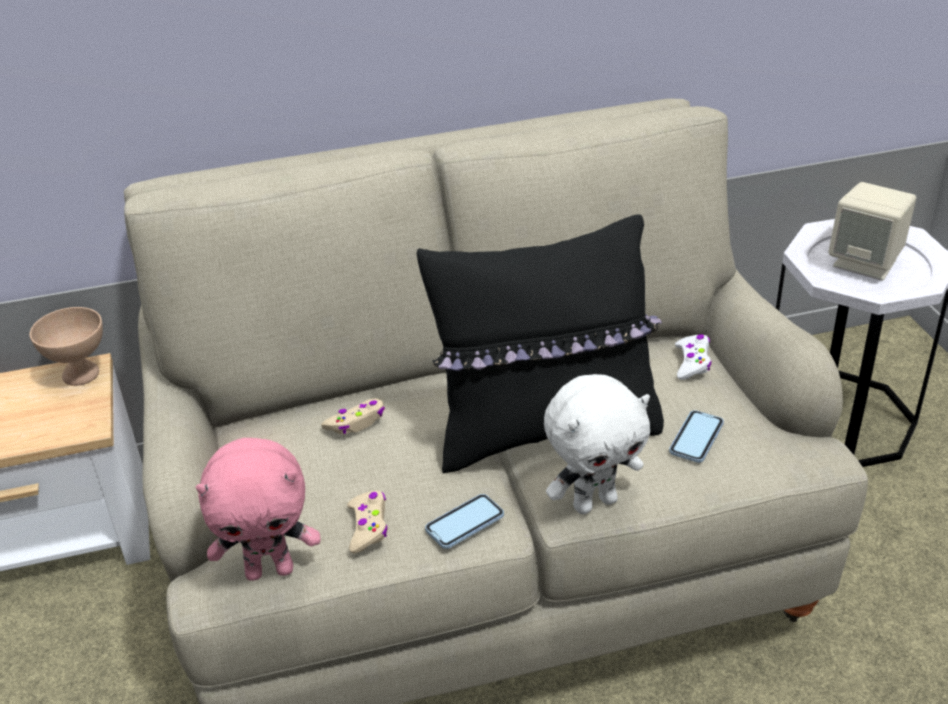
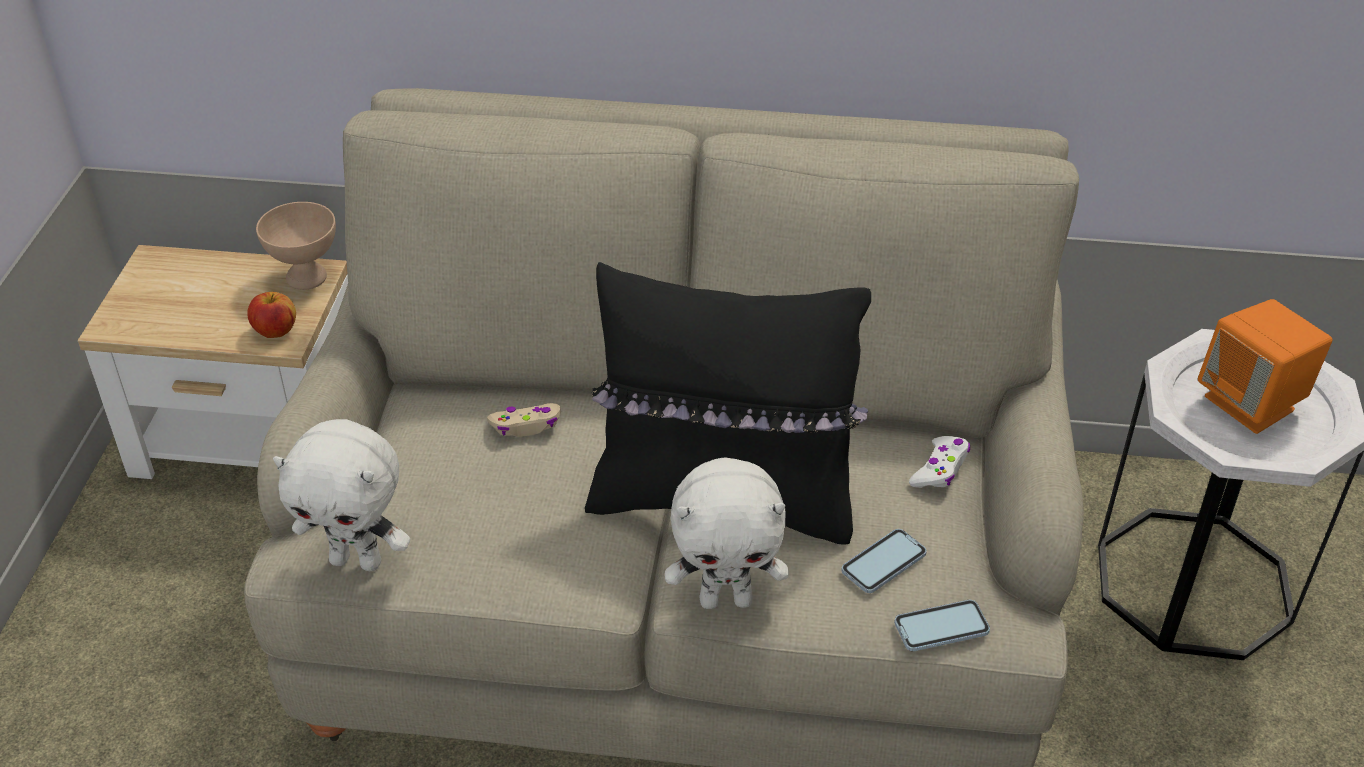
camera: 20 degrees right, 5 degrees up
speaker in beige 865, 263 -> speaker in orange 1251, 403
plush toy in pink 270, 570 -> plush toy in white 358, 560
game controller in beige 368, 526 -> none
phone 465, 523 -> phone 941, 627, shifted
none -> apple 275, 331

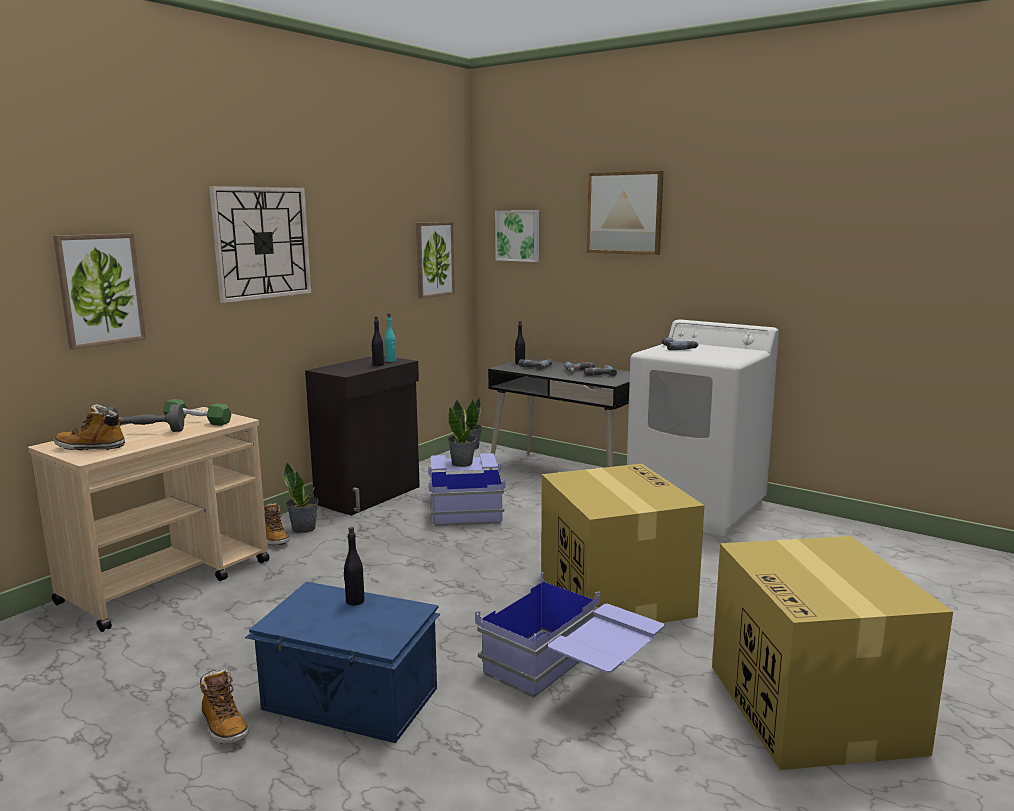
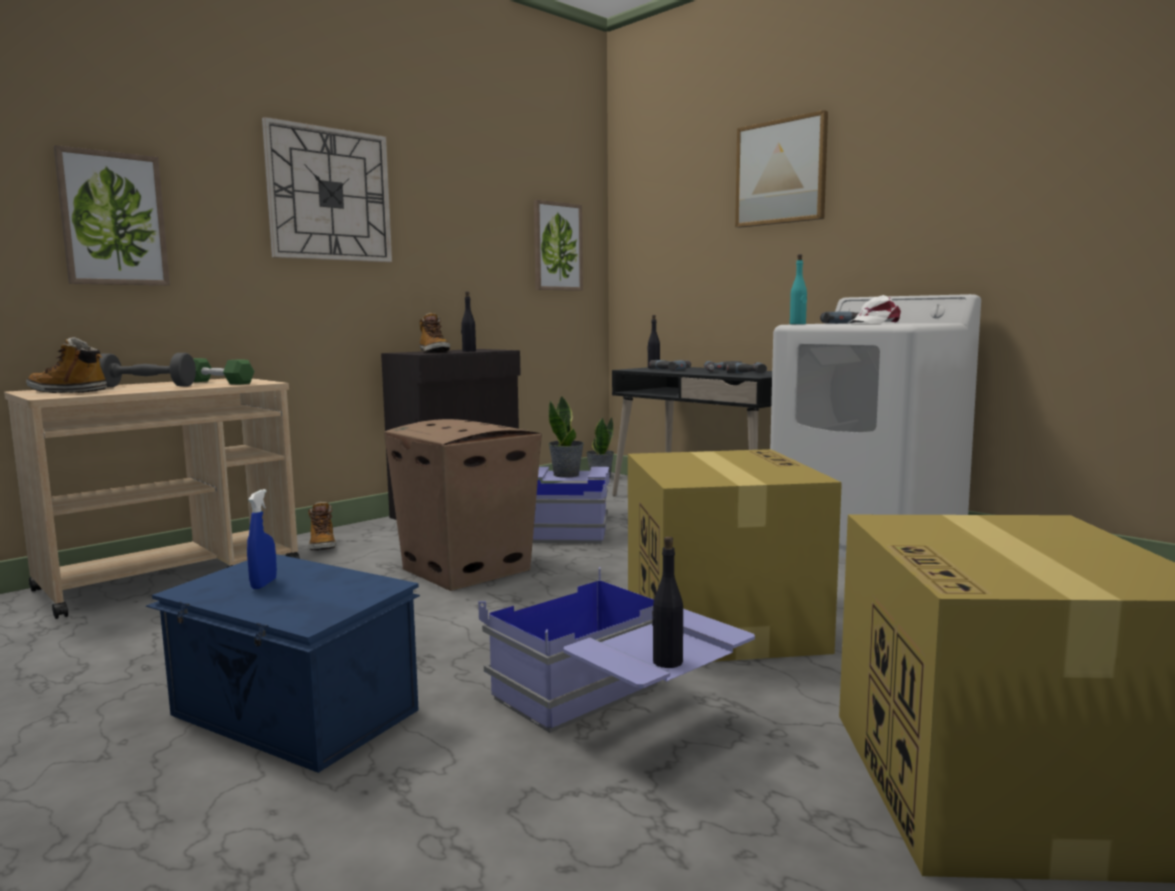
camera: 10 degrees right, 5 degrees down
picture 518, 235 -> none
bottle in turquoise 391, 360 -> bottle in turquoise 798, 324, shifted
potted plant 304, 528 -> none
bottle in black 355, 601 -> bottle in black 667, 662, shifted
boot 224, 726 -> boot 433, 352, shifted
none -> cap in white 874, 323
none -> cardboard box 467, 569
none -> spray bottle in blue 264, 584

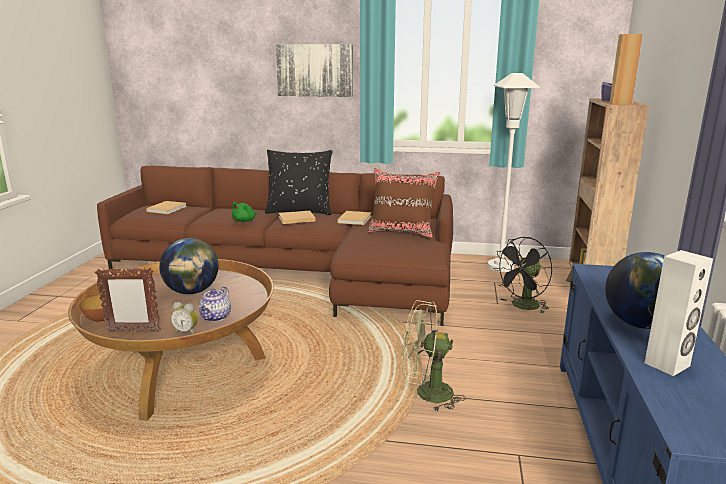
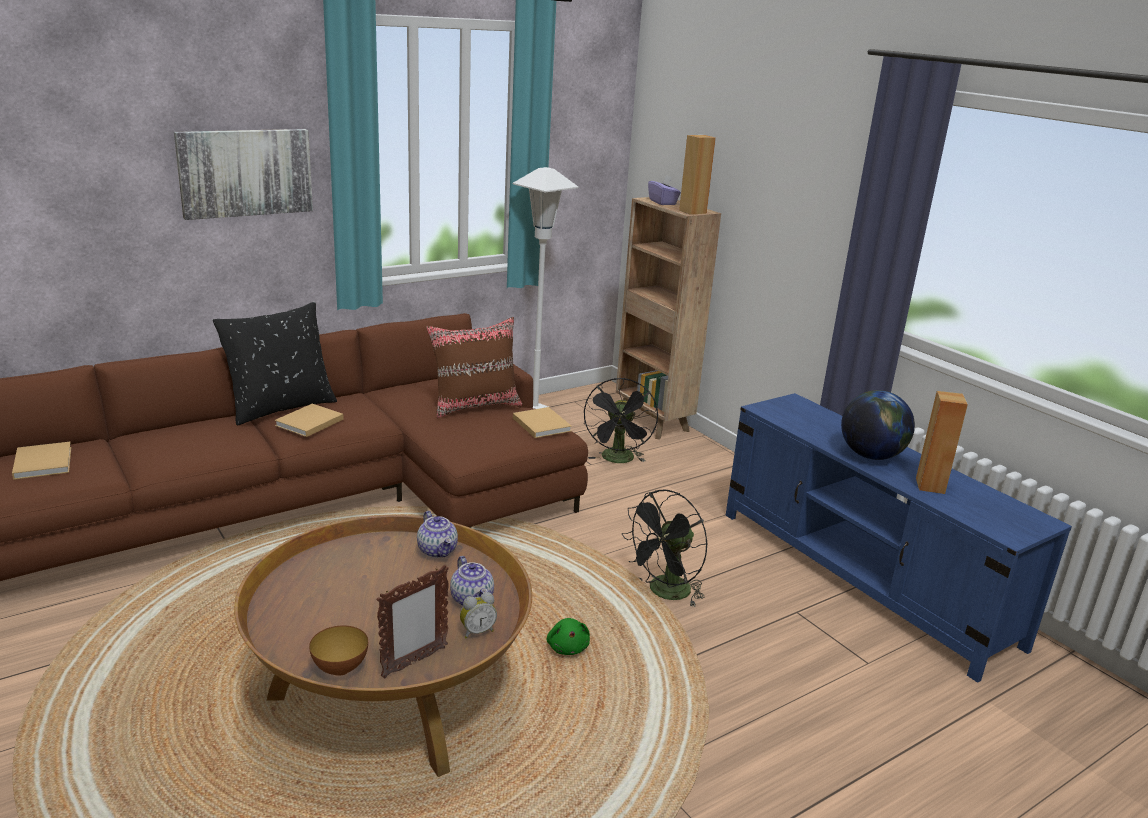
camera: 45 degrees left, 5 degrees up
plush toy in green 245, 221 -> plush toy in green 567, 647, shifted
book in beige 355, 219 -> book in beige 540, 424, shifted
globe 192, 292 -> none
speaker in white 667, 365 -> speaker in brown 930, 486
fan in green 426, 394 -> fan in black 664, 593
none -> teapot 438, 550

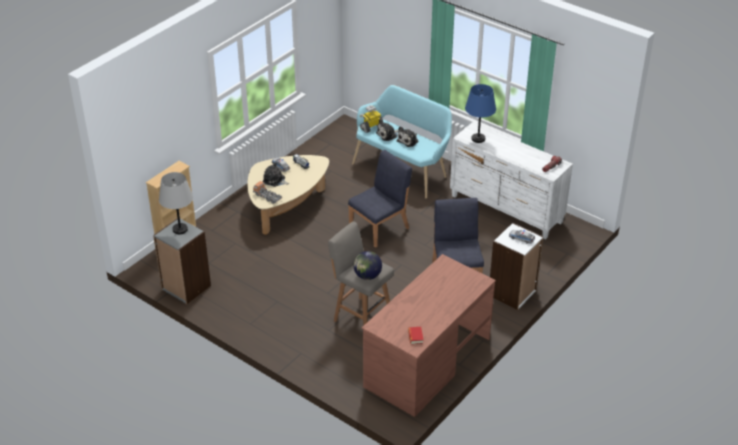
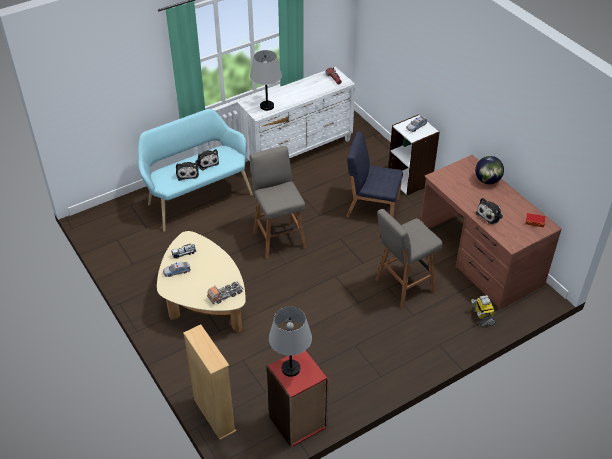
camera: 70 degrees left, 5 degrees up
table lamp in blue 478, 139 -> table lamp in grey 267, 106
toy robot 371, 127 -> toy robot 482, 316, shifted
chair in blue 380, 228 -> stool in grey 278, 238
plush toy 275, 180 -> plush toy 490, 215, shifted
bookcase in grey 185, 287 -> bookcase in red 298, 423
globe 367, 276 -> globe 487, 180, shifted

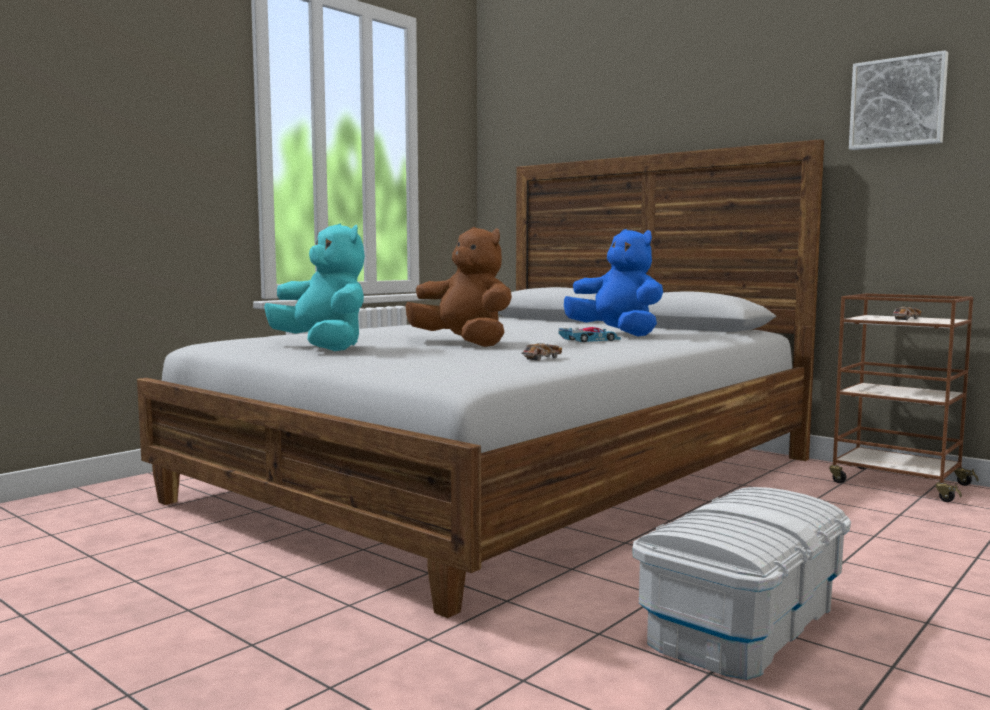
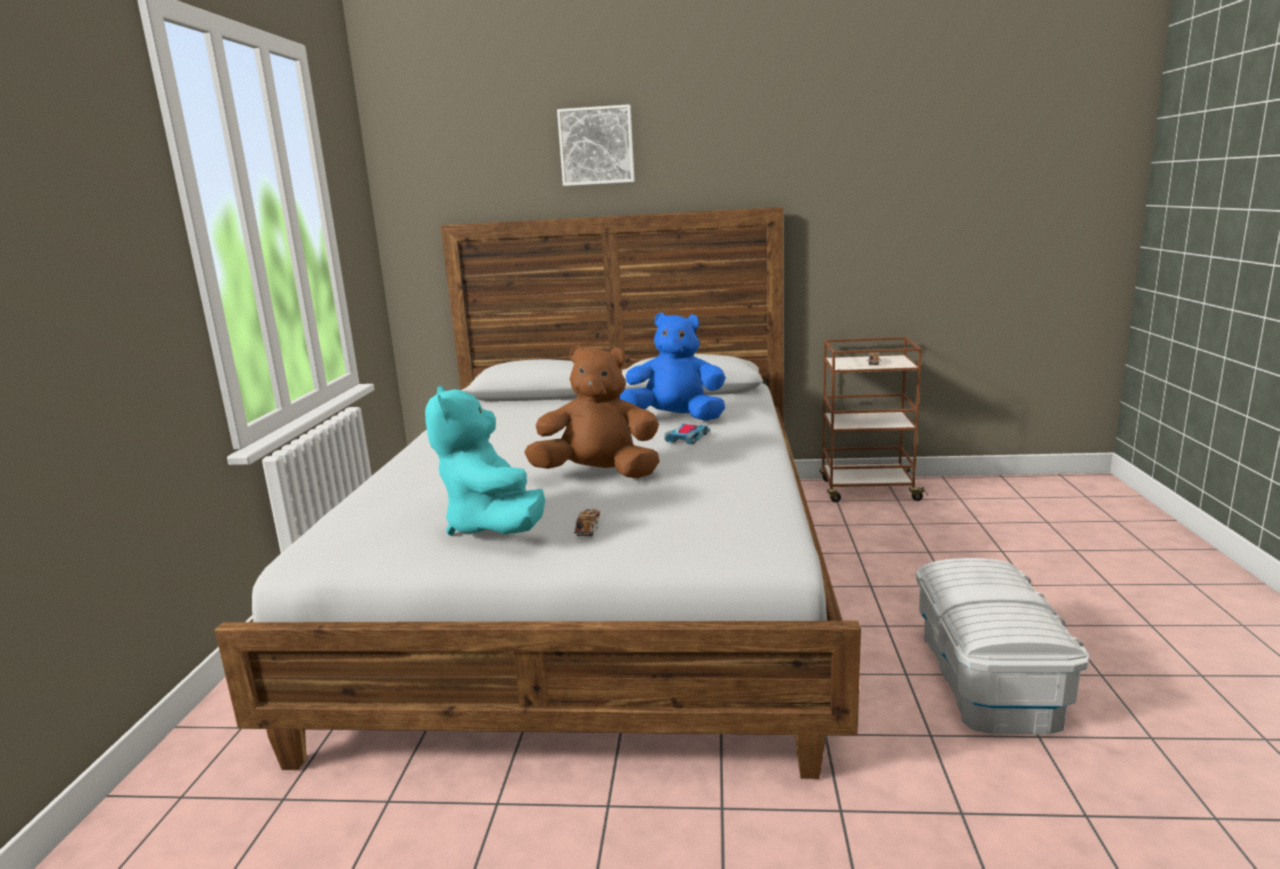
camera: 35 degrees left, 10 degrees up
picture 898, 103 -> picture 596, 146, shifted
plush toy in turquoise 323, 348 -> plush toy in turquoise 493, 527, 120 degrees counterclockwise
toy car 542, 358 -> toy car 588, 529, shifted

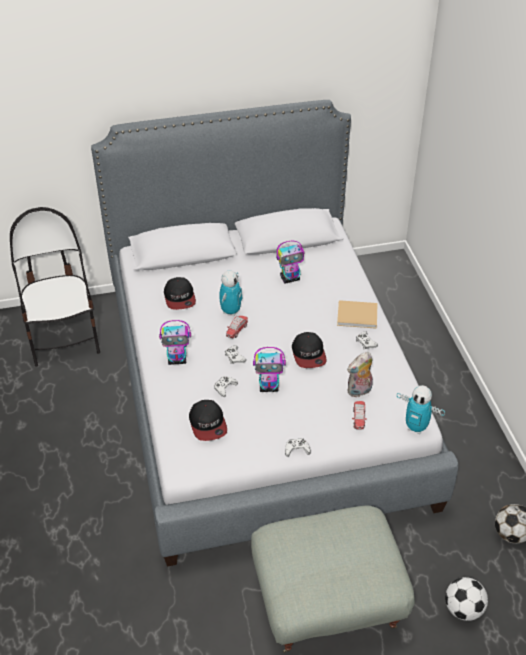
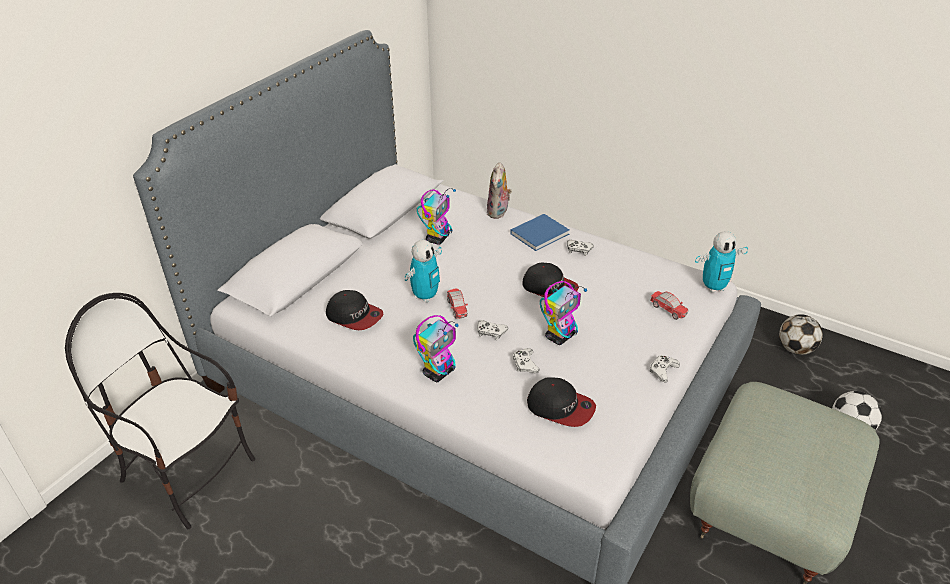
camera: 45 degrees left, 5 degrees down
toy robot 230, 311 -> toy robot 425, 296, 60 degrees clockwise
book in beige 358, 316 -> book in blue 541, 233
plush toy 359, 391 -> plush toy 498, 212, shifted

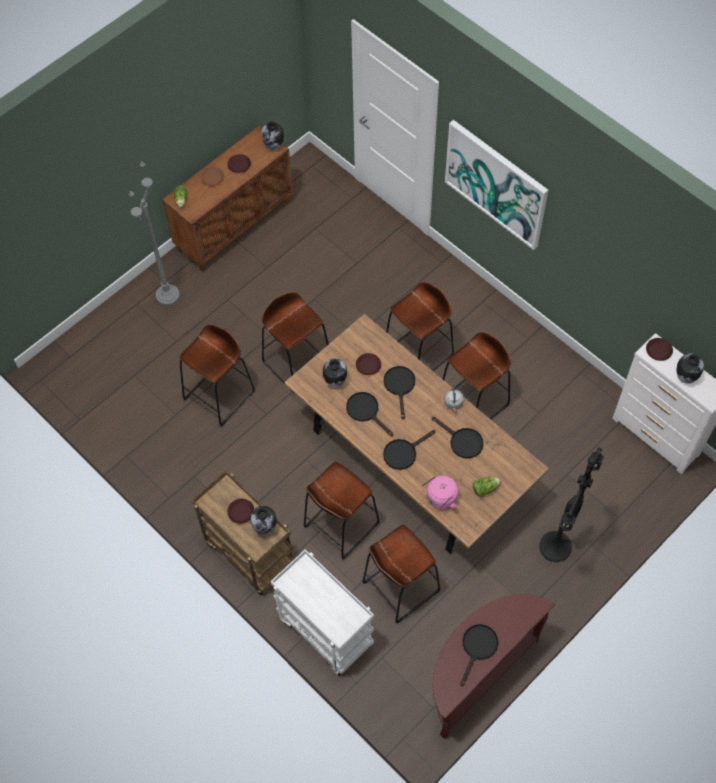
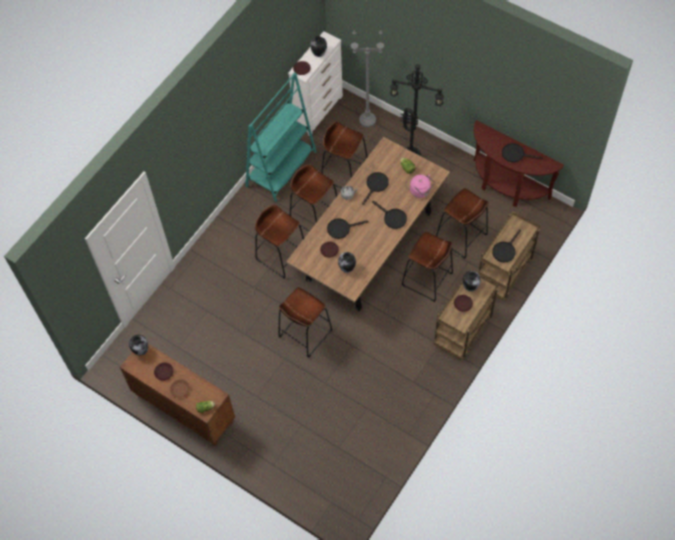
camera: 100 degrees left, 0 degrees up
picture 496, 184 -> none
floor lamp in grey 168, 296 -> floor lamp in grey 367, 120, shifted
stool in brown 219, 395 -> stool in brown 344, 173, shifted
frying pan in black 366, 411 -> frying pan in black 505, 250, shifted
cart in white 324, 631 -> cart in brown 504, 275
none -> bookcase in turquoise 281, 169

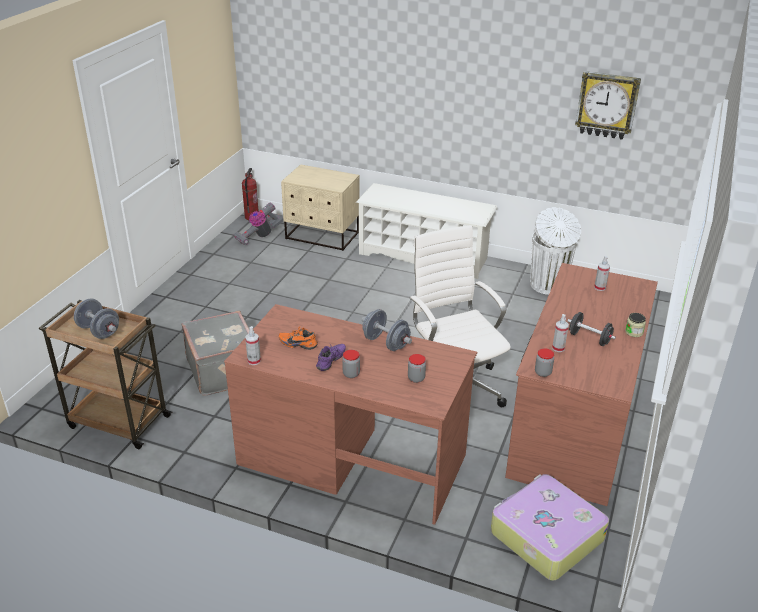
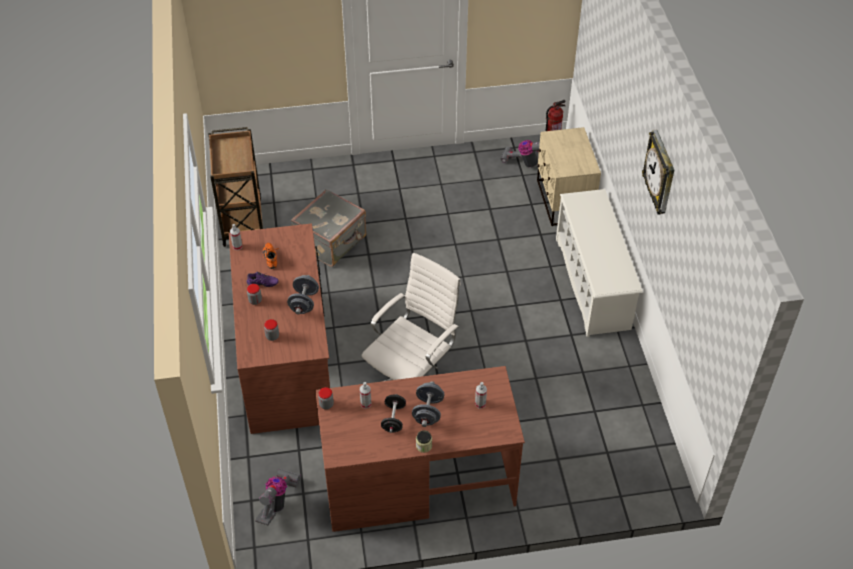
camera: 60 degrees right, 15 degrees up
wall clock 607, 105 -> wall clock 660, 174, shifted
trash can in white 548, 285 -> none
dumbbell in grey 99, 331 -> dumbbell in grey 428, 412, shifted
suitcase 545, 535 -> vacuum cleaner 278, 502

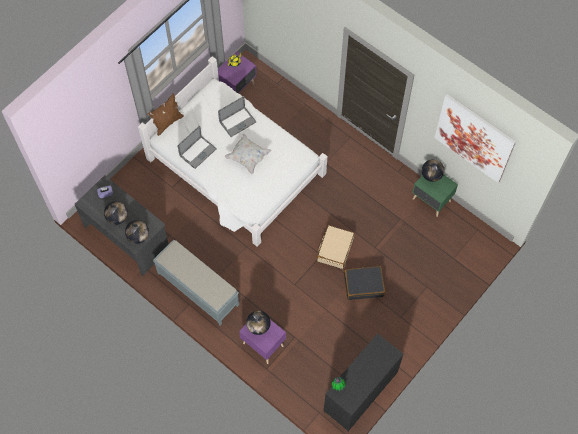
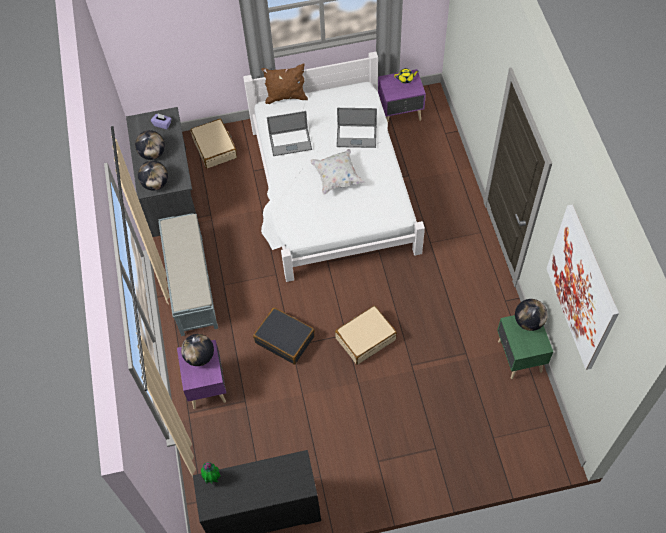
camera: 40 degrees right, 5 degrees down
suitcase in black 363, 285 -> suitcase in black 285, 339, shifted
none -> suitcase in beige 215, 148

